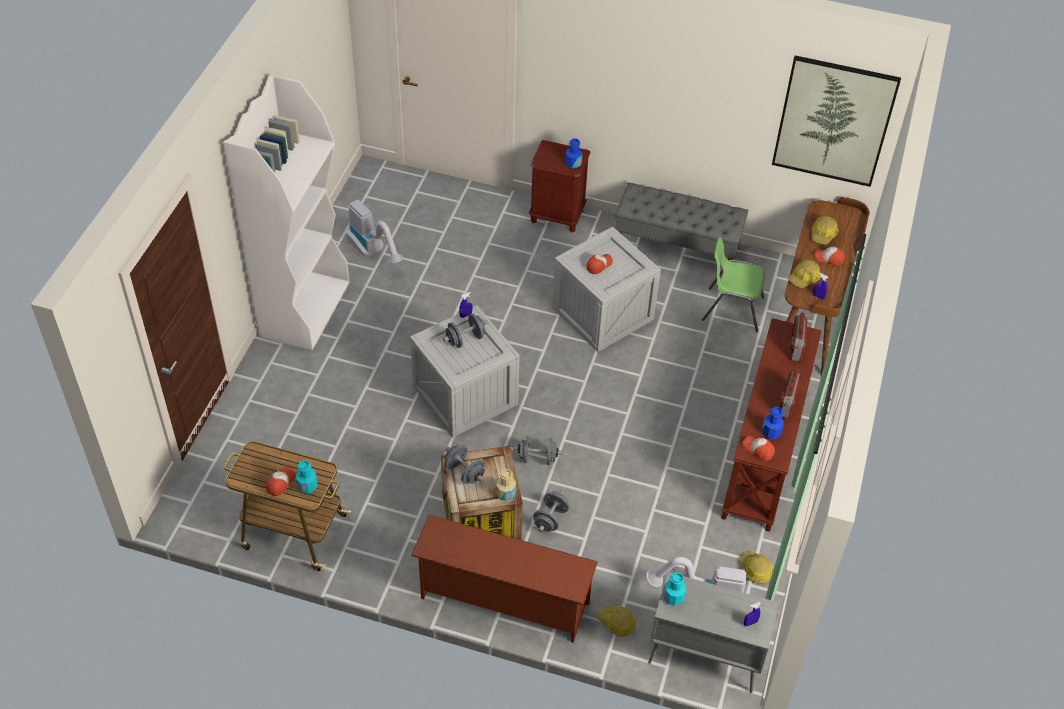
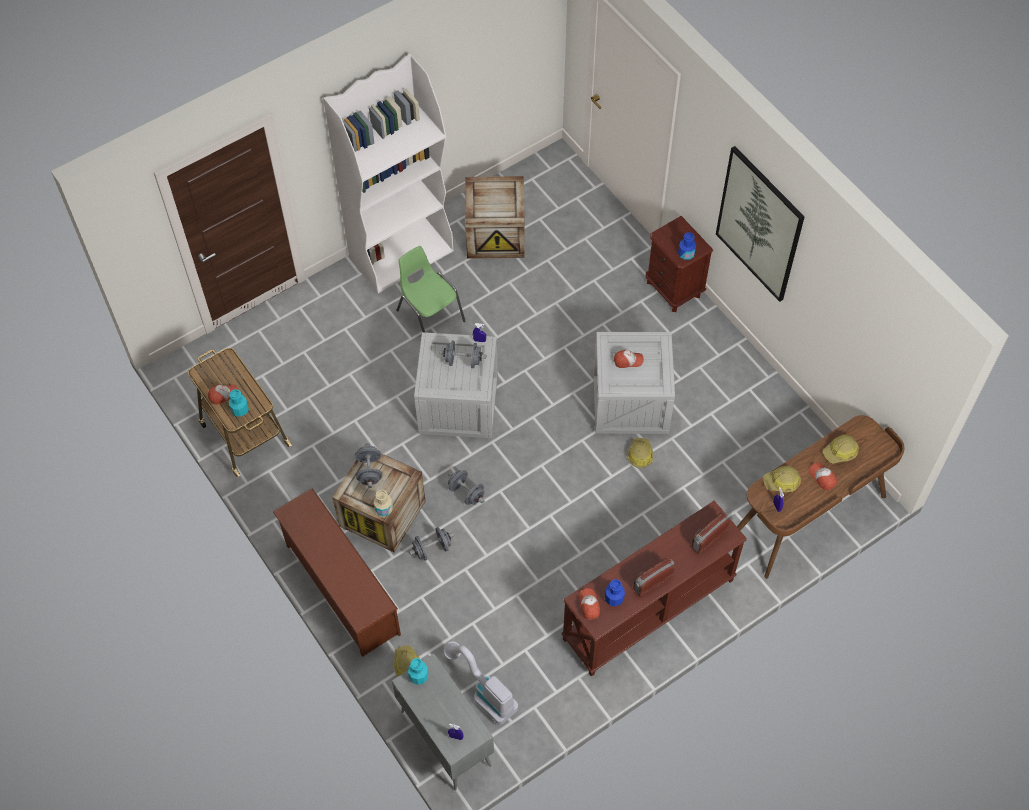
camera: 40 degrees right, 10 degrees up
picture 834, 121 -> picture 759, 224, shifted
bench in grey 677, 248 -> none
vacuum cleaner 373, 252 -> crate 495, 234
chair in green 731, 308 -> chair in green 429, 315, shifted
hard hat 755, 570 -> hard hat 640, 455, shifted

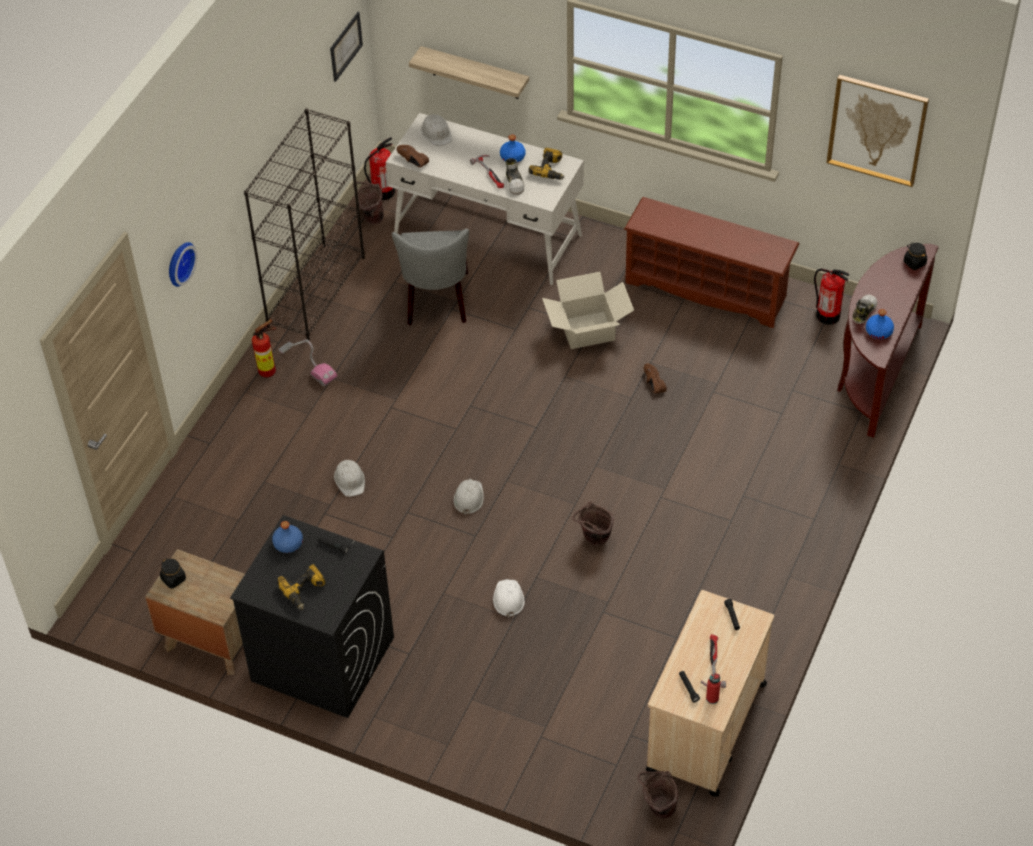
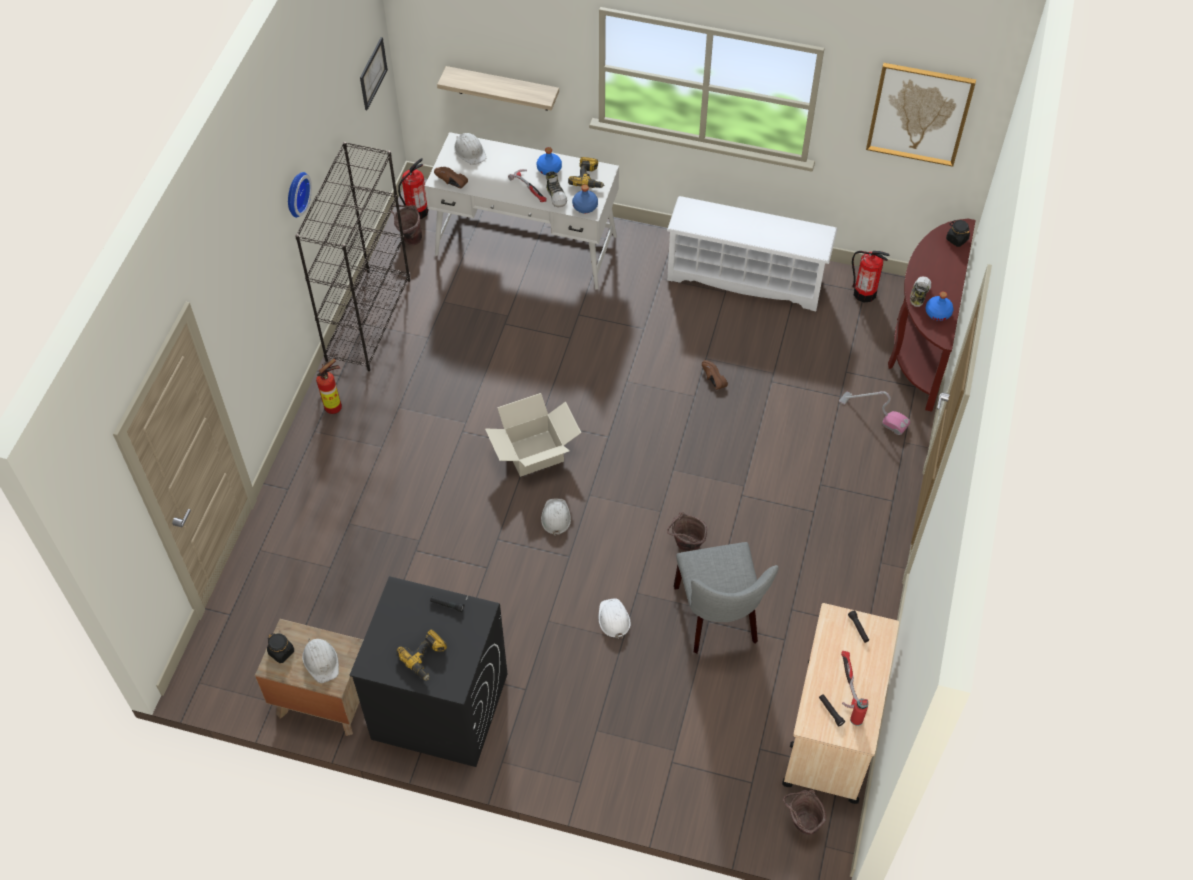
camera: 10 degrees left, 5 degrees up
shoe rack in brown 707, 289 -> shoe rack in white 746, 278
chair in grey 436, 302 -> chair in grey 718, 619, shifted
wall clock 179, 263 -> wall clock 295, 193, shifted
cardboard box 587, 330 -> cardboard box 534, 453, shifted
vacuum cleaner 307, 365 -> vacuum cleaner 873, 414, shifted
hard hat in white 350, 480 -> hard hat in white 321, 661, shifted
bottle in blue 288, 543 -> bottle in blue 584, 206, shifted

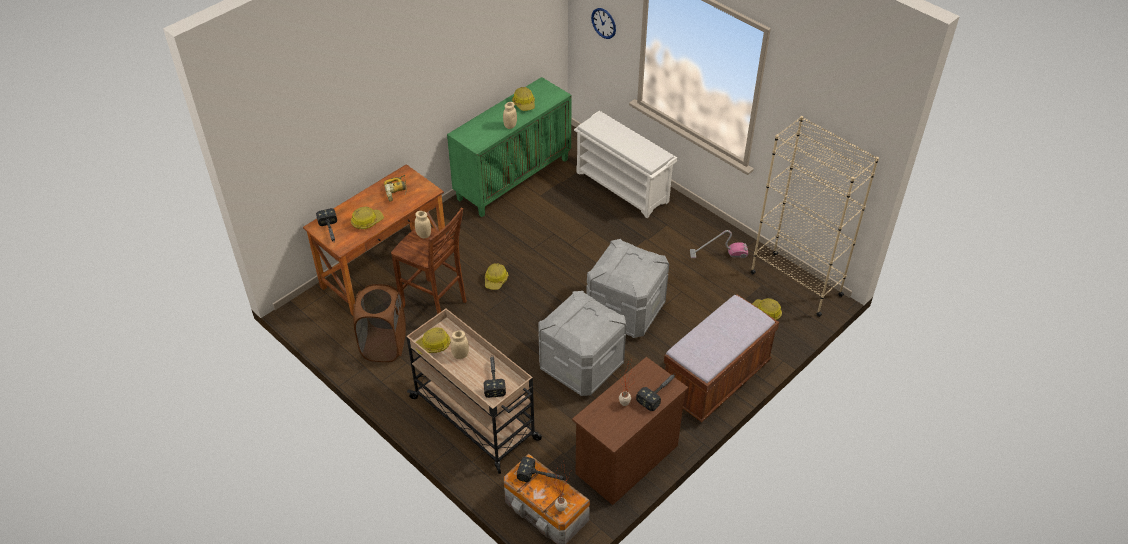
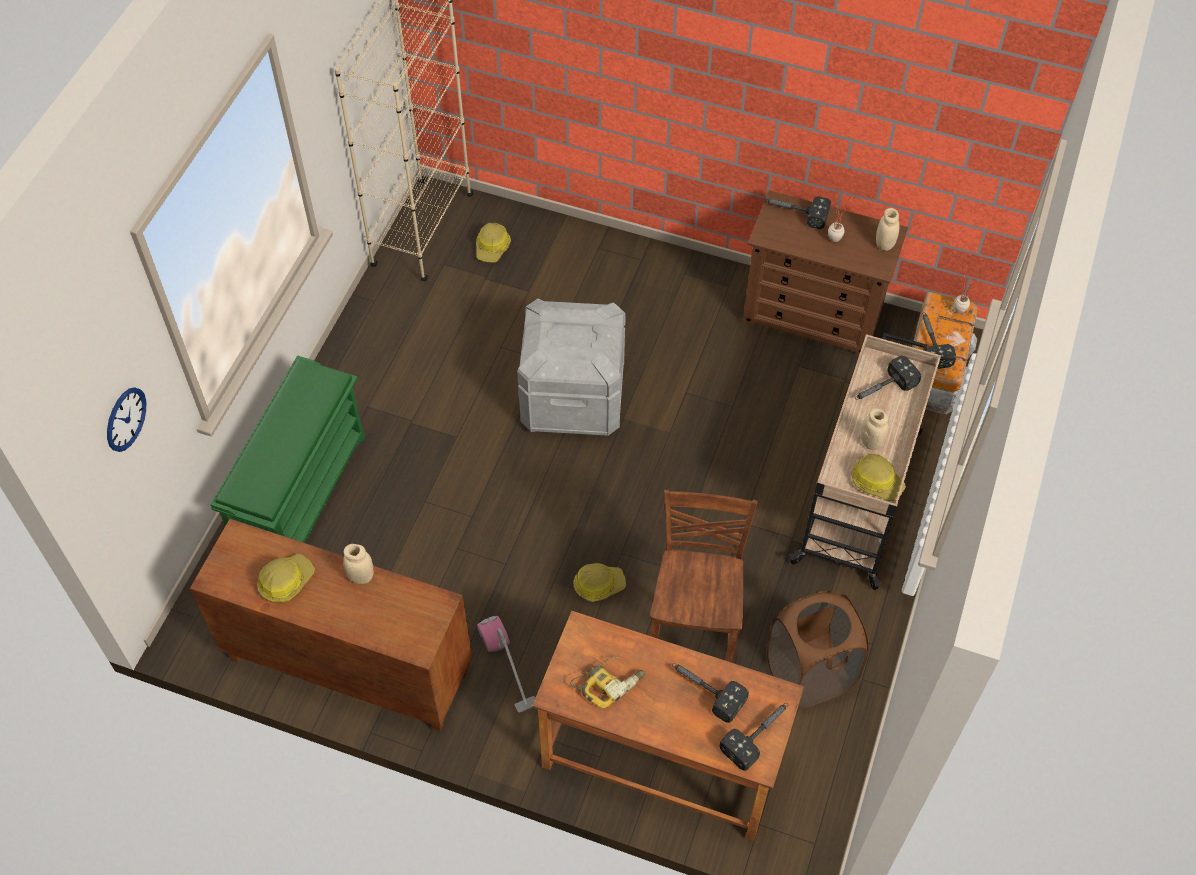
camera: 115 degrees left, 10 degrees up
cabinet in green 513, 178 -> cabinet in brown 347, 666
shoe rack in white 623, 187 -> shoe rack in green 302, 493
hard hat 367, 221 -> hammer 705, 690
jar in beige 423, 235 -> jar in beige 884, 244, shifted
vacuum cleaner 718, 253 -> vacuum cleaner 507, 665, shifted
storage box in grey 581, 366 -> none
bench in brown 716, 380 -> none

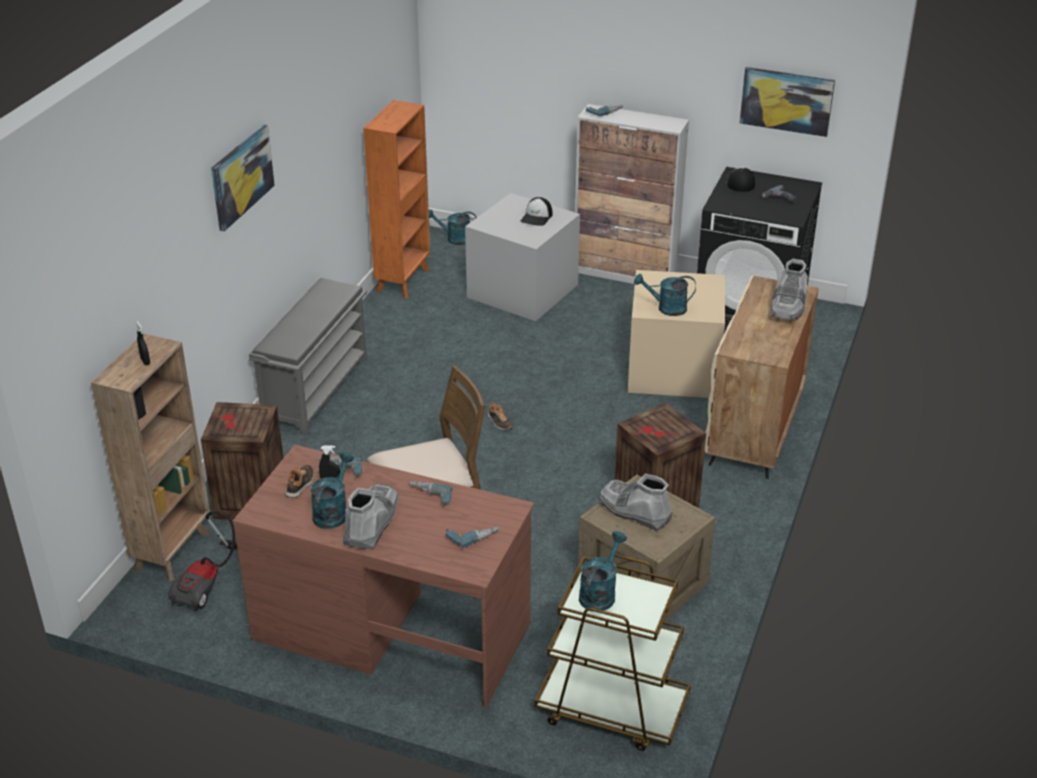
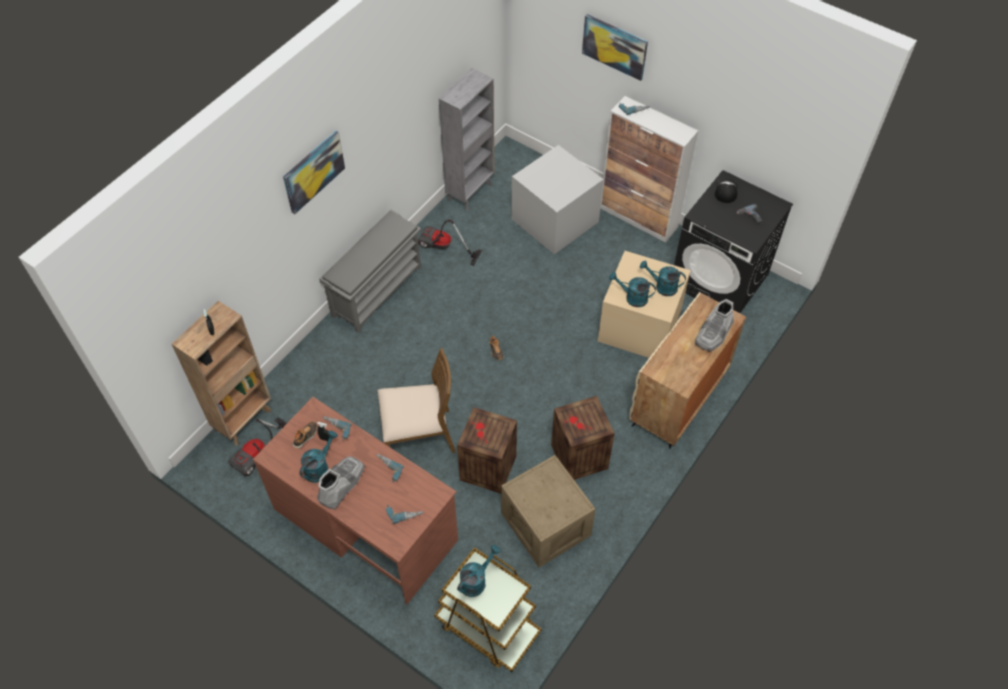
camera: 15 degrees right, 20 degrees up
picture 786, 101 -> picture 615, 46, shifted
bookcase in orange 404, 280 -> bookcase in grey 470, 191
cap 537, 217 -> none
watering can in turquoise 454, 239 -> watering can in turquoise 662, 286, shifted
crate 249, 501 -> crate 487, 468, shifted
boot in grey 634, 511 -> none
none -> vacuum cleaner 443, 248

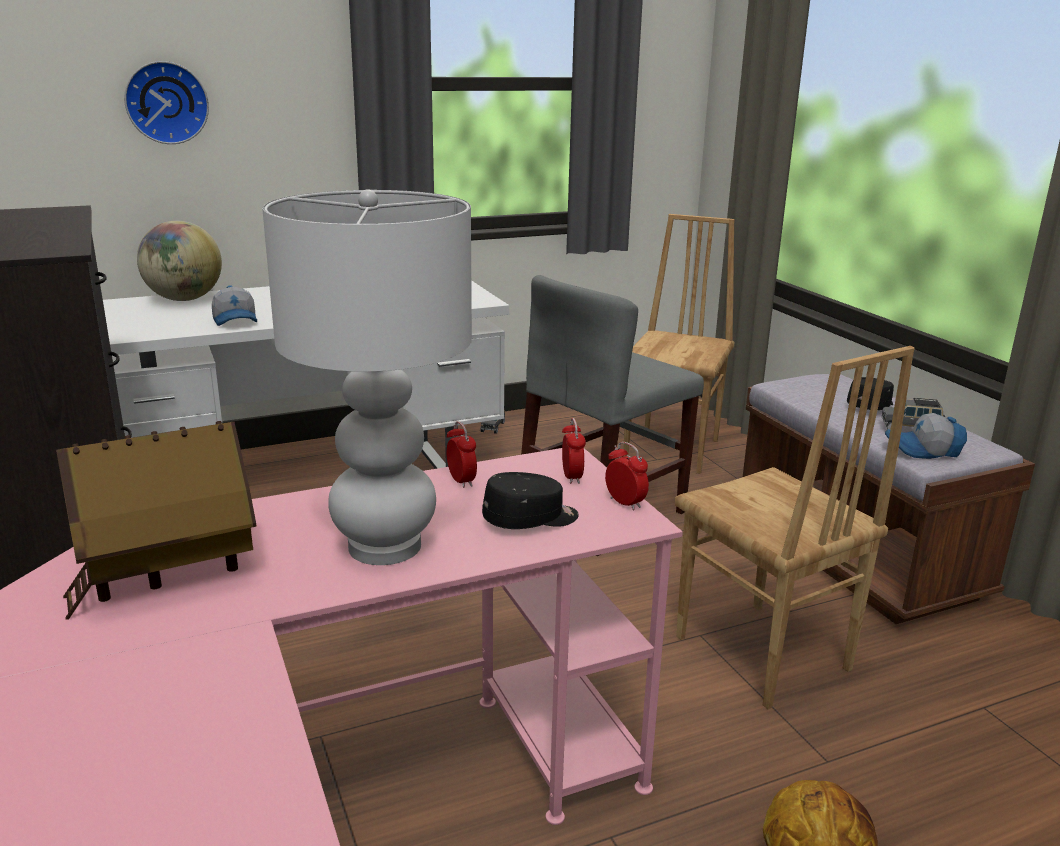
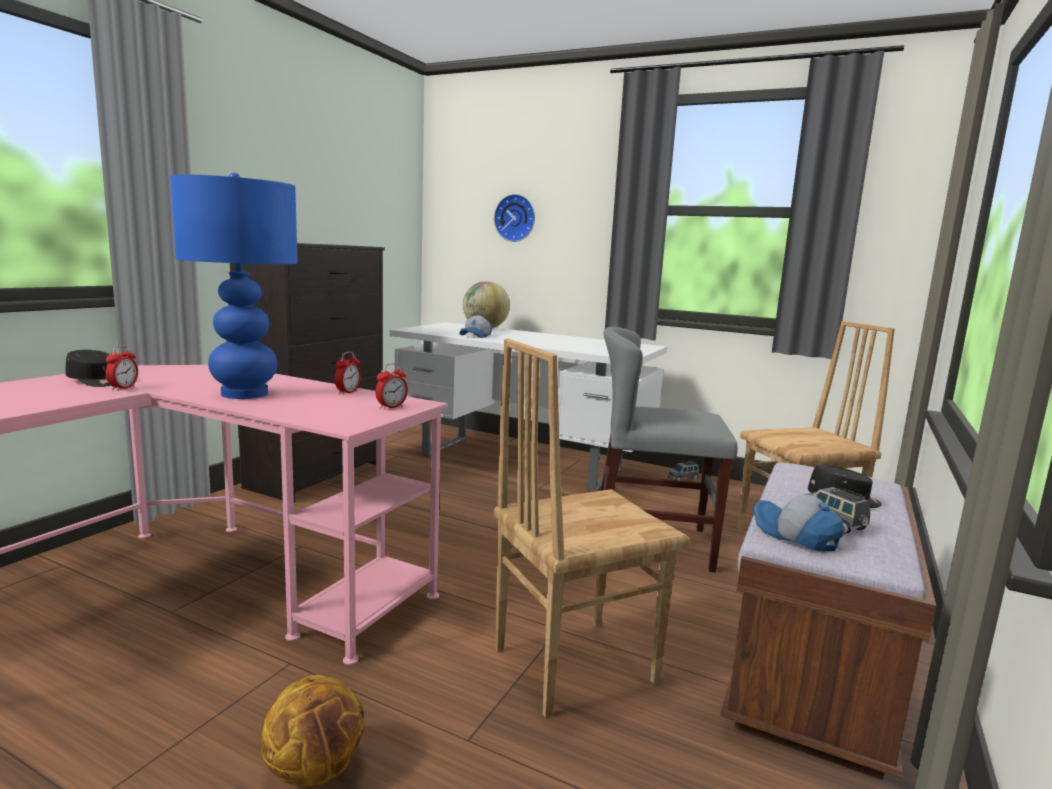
camera: 50 degrees right, 10 degrees down
table lamp in white 384, 546 -> table lamp in blue 245, 394
chair in brown 761, 654 -> chair in brown 572, 664, 45 degrees clockwise
toy house 168, 575 -> none
alarm clock 625, 503 -> alarm clock 123, 388, shifted
cap in black 531, 519 -> cap in black 95, 381, shifted

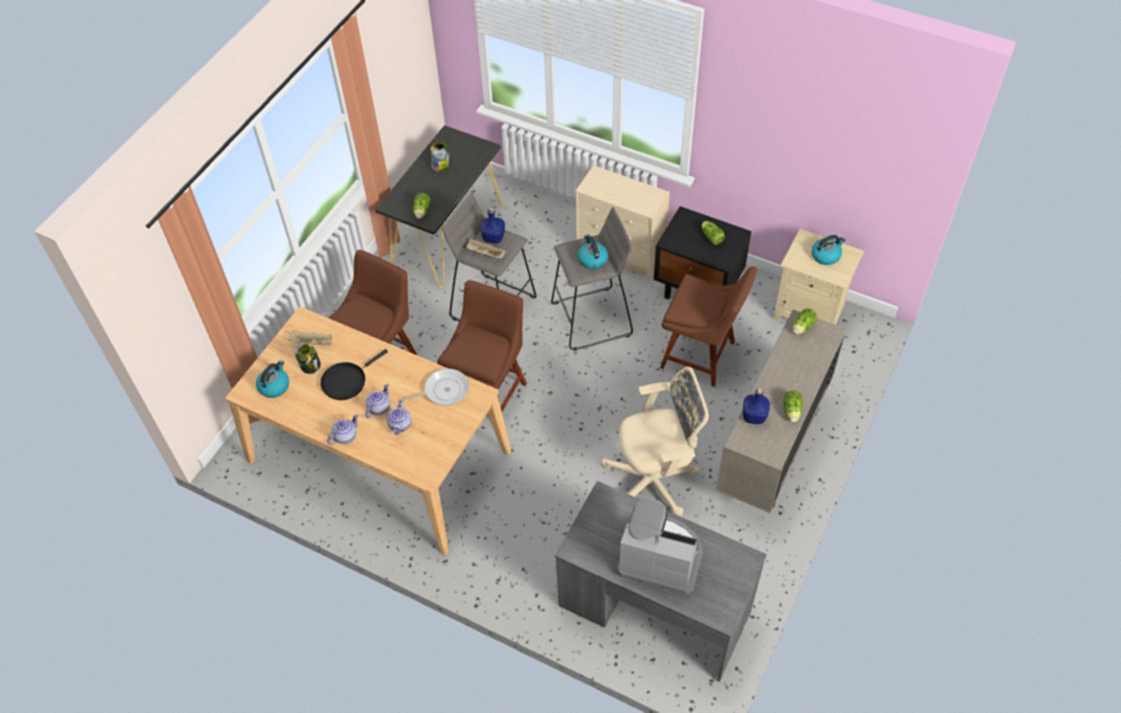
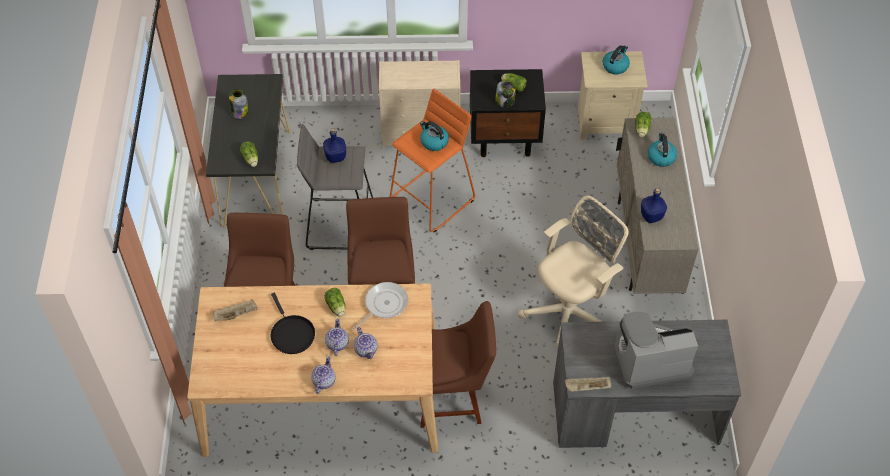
camera: 30 degrees left, 0 degrees up
stool in grey 592, 319 -> stool in orange 432, 199
tray in beige 485, 254 -> tray in beige 587, 388, shifted
chair in brown 701, 356 -> chair in brown 453, 397, shifted
jar 310, 365 -> jar 505, 101, shifted
frying pan in black 346, 381 -> frying pan in black 291, 334, 45 degrees counterclockwise
kettle 274, 386 -> kettle 661, 157, shifted
lettuce 792, 411 -> lettuce 336, 307, shifted

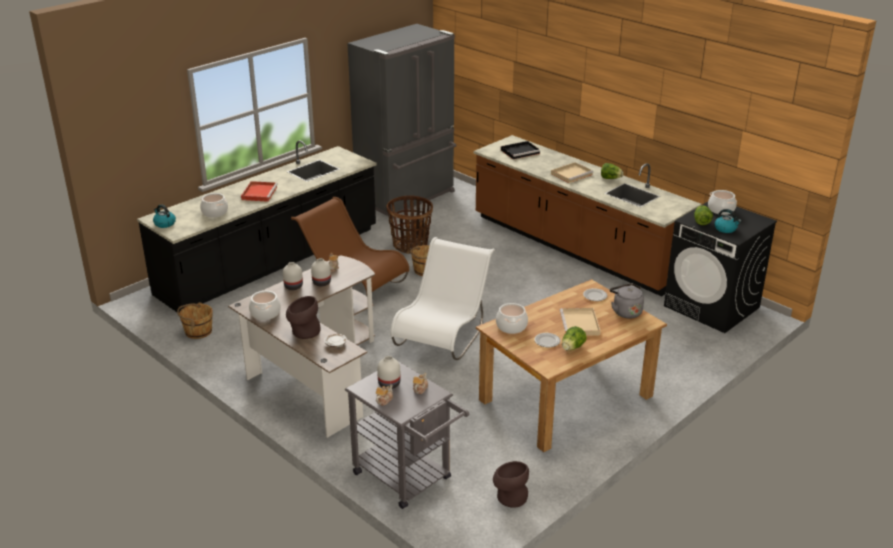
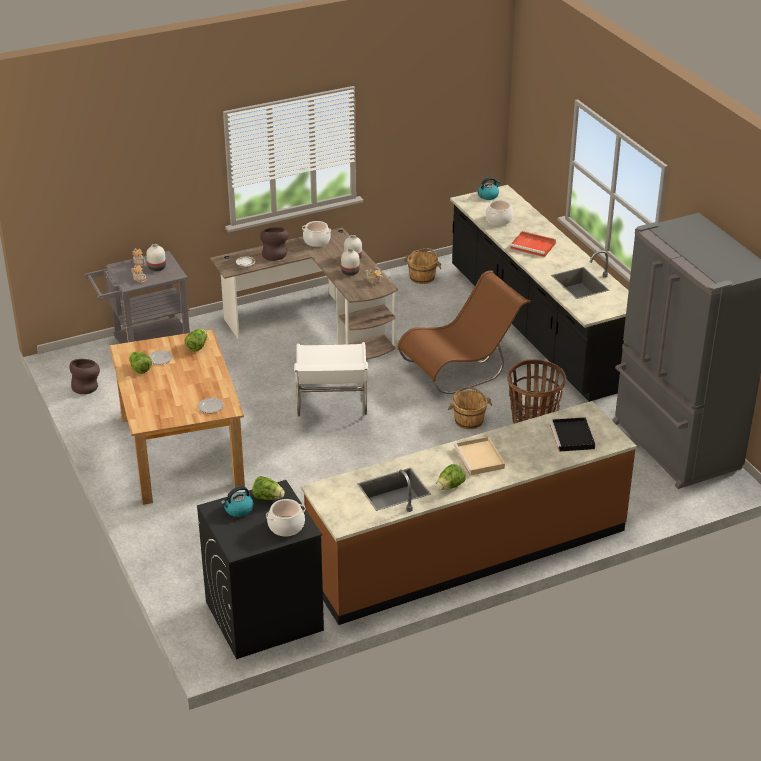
camera: 110 degrees right, 5 degrees up
chair in white 443, 335 -> chair in white 332, 404, 45 degrees clockwise
kettle in grey 625, 312 -> none
cooking pot 511, 326 -> lettuce 197, 346
tray in beige 580, 324 -> none

